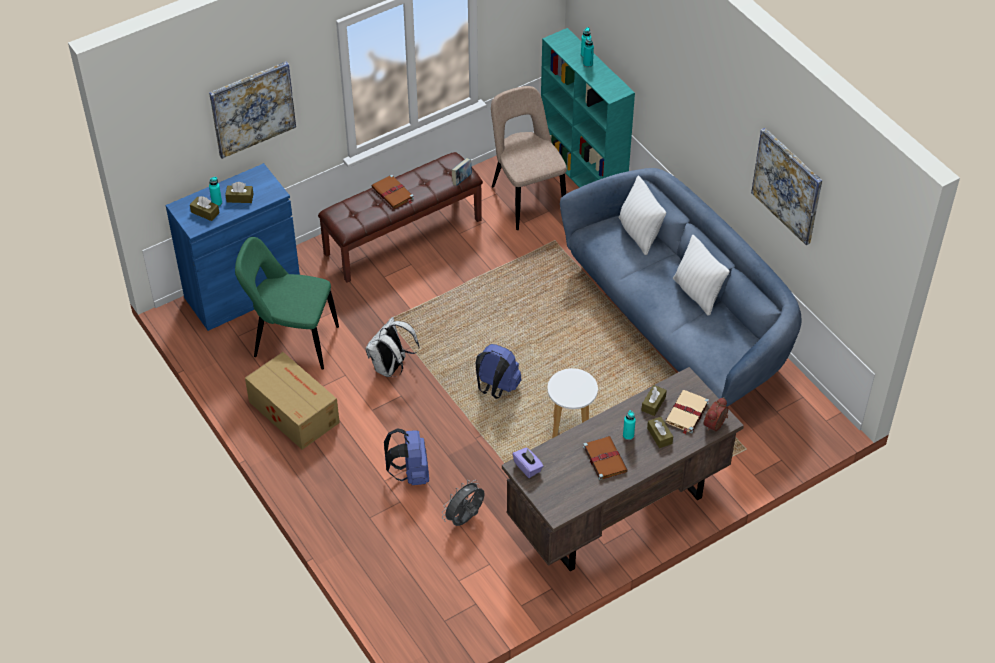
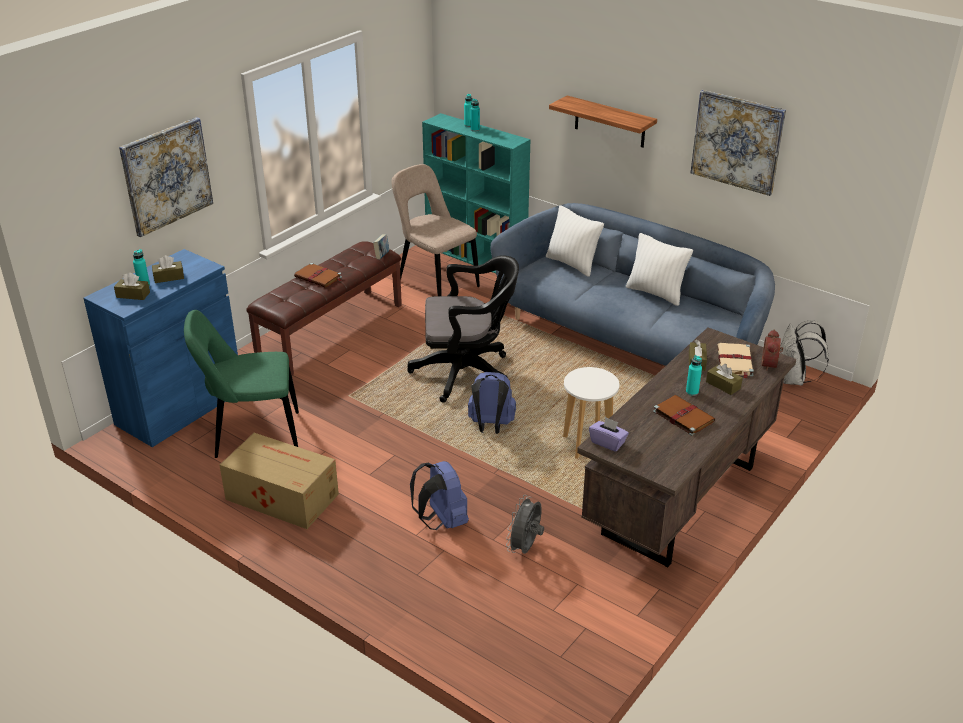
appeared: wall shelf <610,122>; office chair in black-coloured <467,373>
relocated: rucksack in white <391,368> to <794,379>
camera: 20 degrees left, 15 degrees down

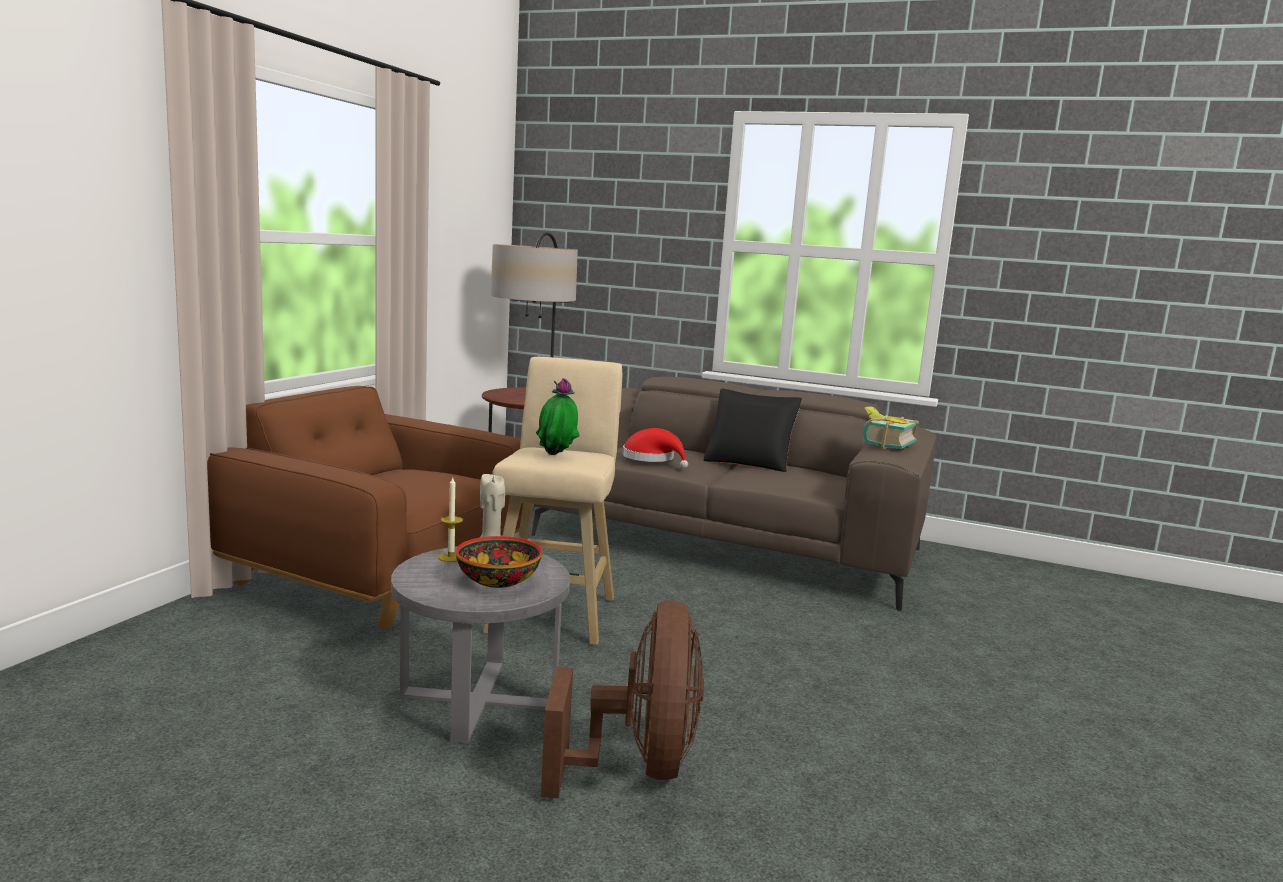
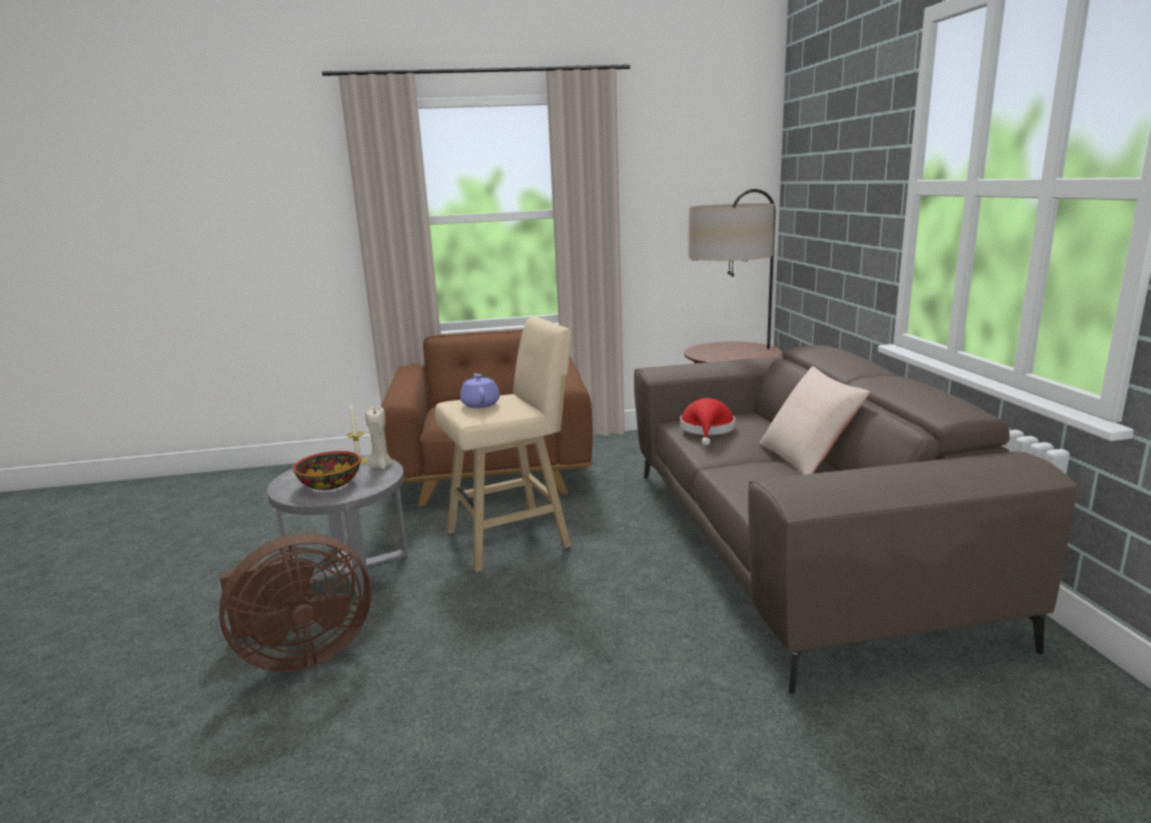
missing: book <883,444>
exchanged: houseplant <556,456> to tea pot in purple <480,404>
colour: cushion in black-coloured <749,462> to cushion in beige <808,458>
camera: 60 degrees right, 5 degrees up

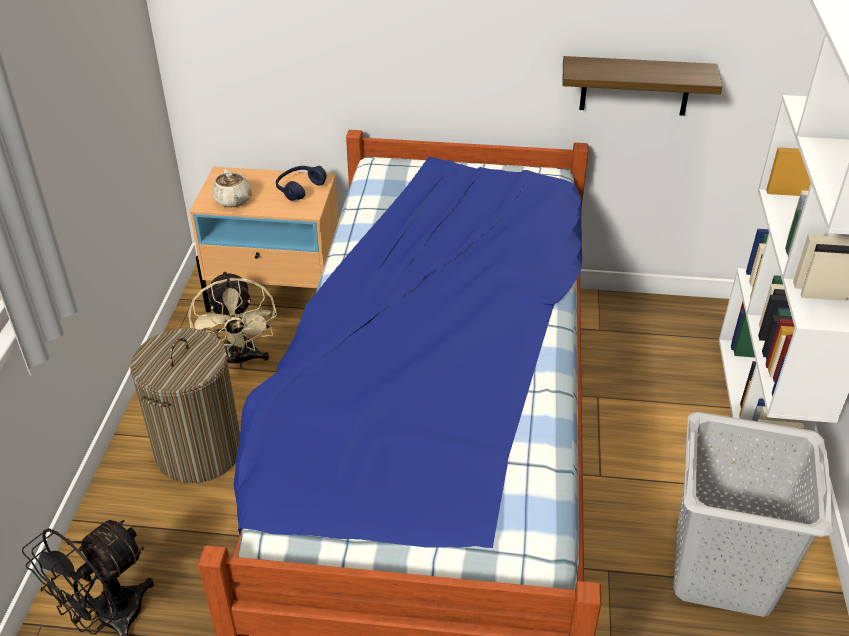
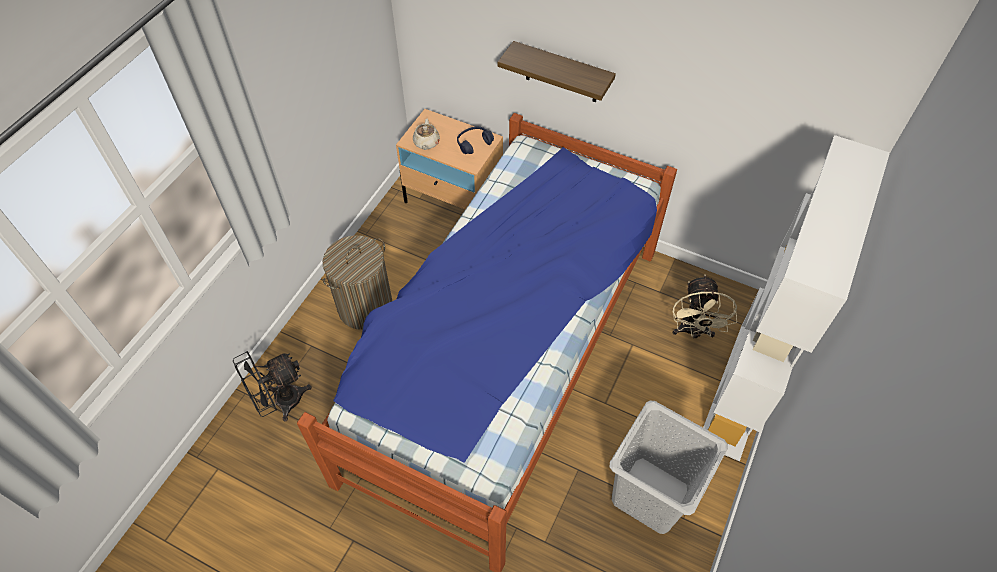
relocated: wall shelf <635,86> to <562,73>; electric fan in beige <240,360> to <693,331>
camera: 20 degrees right, 15 degrees up

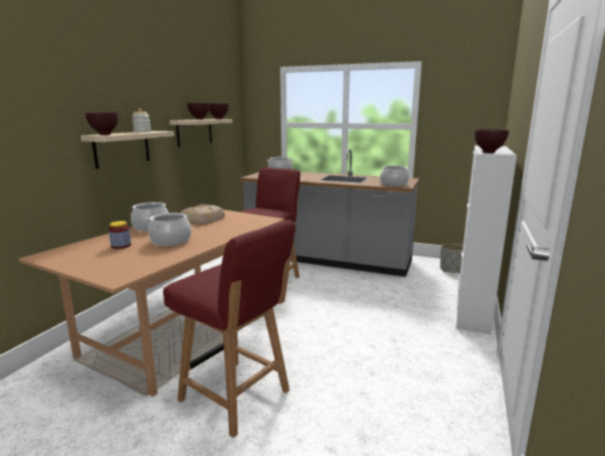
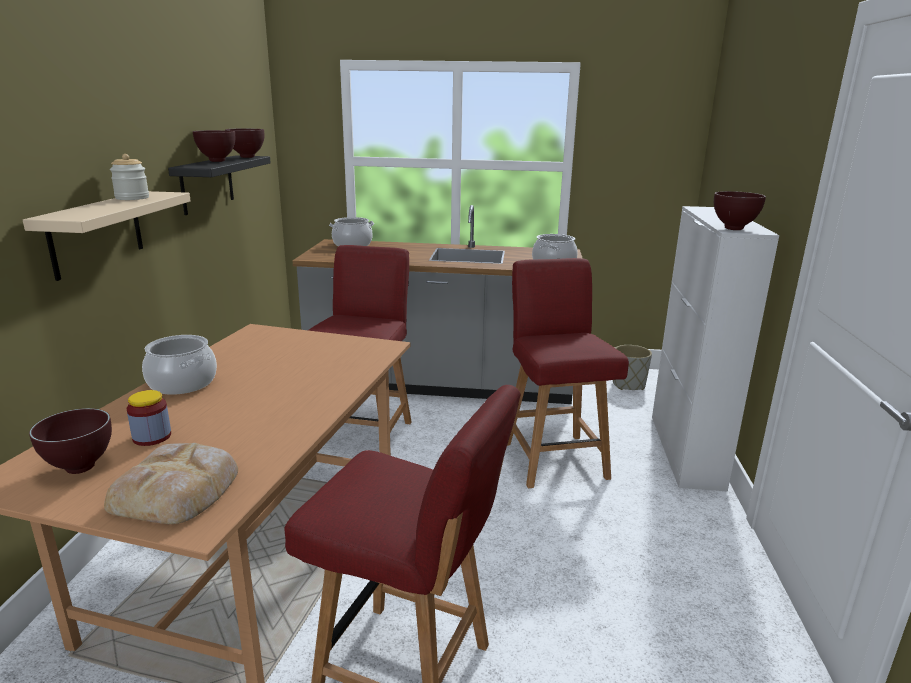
missing: stockpot <171,241>
appeared: upright chair in reddish <554,458>
relocated: deep dish in brown <105,134> to <82,468>; bakery bread <203,219> to <178,490>
colour: wall shelf in beige <194,132> to wall shelf in black-coloured <207,184>
camera: 15 degrees left, 5 degrees up

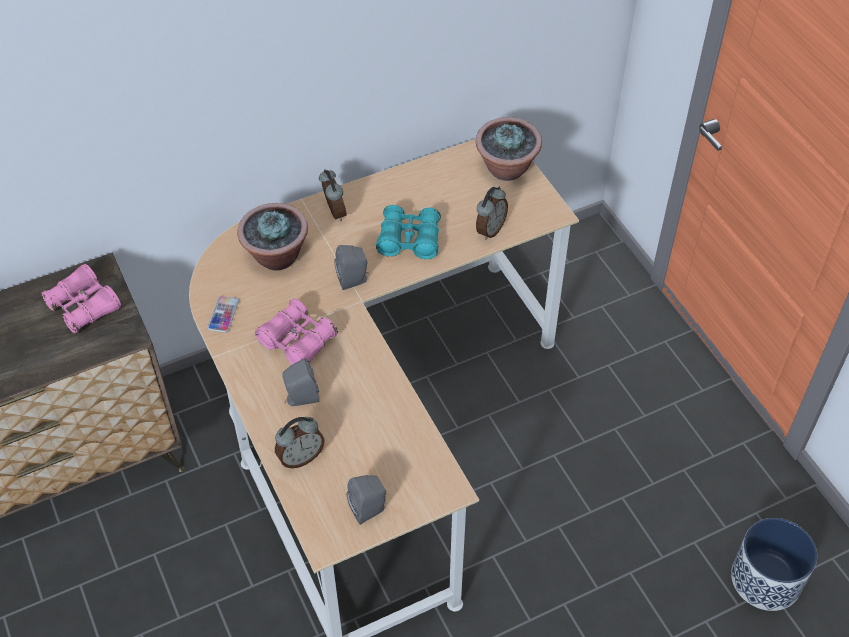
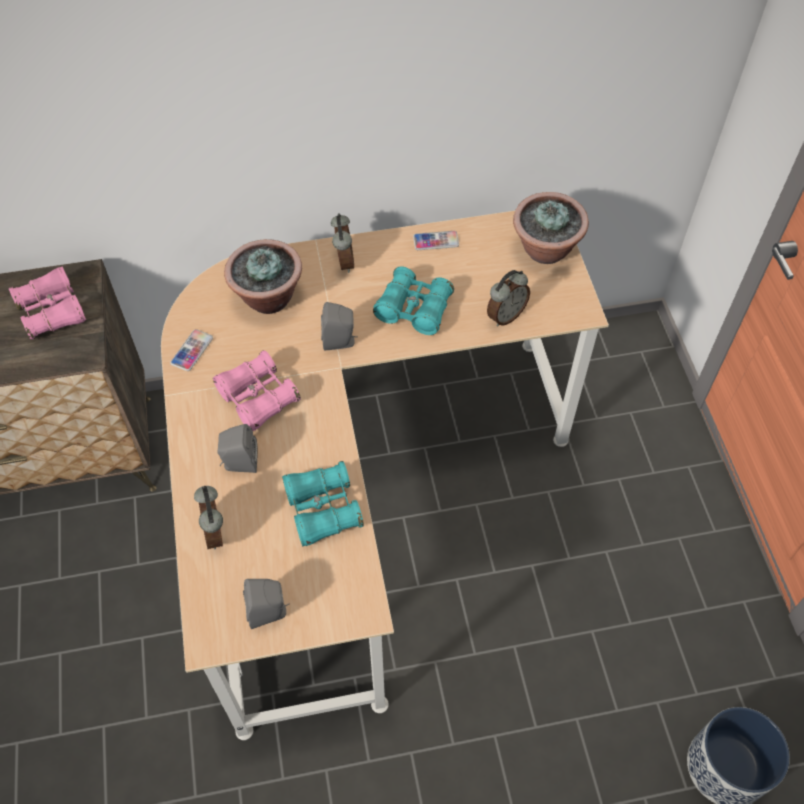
appeared: handset <436,241>; field glasses in turquoise-coloured <323,509>
spun: table clock <300,457> = <216,532> 90 degrees clockwise
camera: 15 degrees right, 5 degrees up

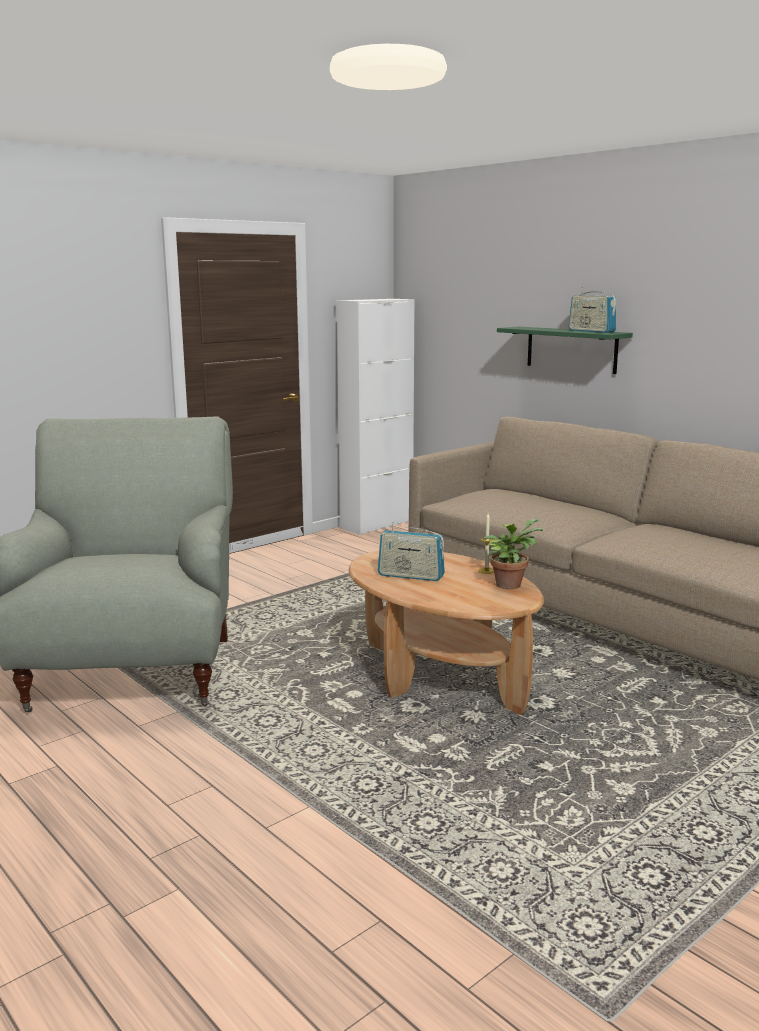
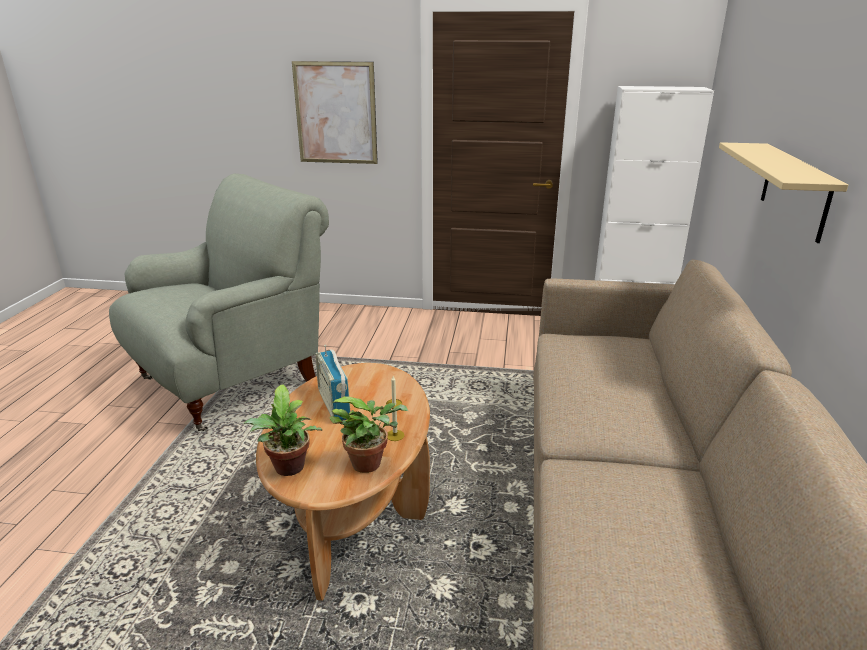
missing: radio receiver <591,331>
appeared: picture <335,113>; houseplant <289,470>
colour: wall shelf in green <571,349> to wall shelf in beige <795,190>
camera: 50 degrees right, 10 degrees up

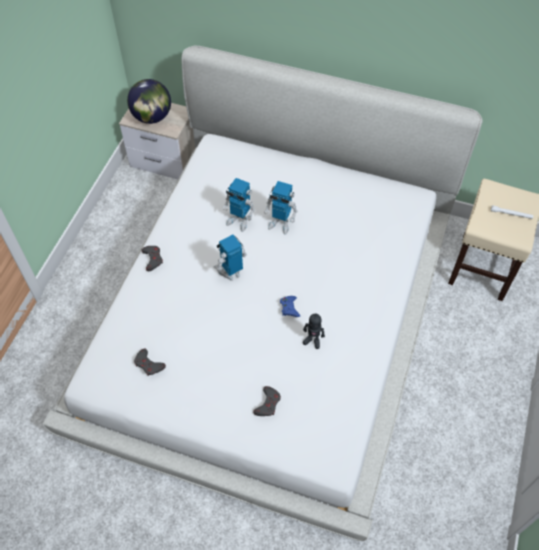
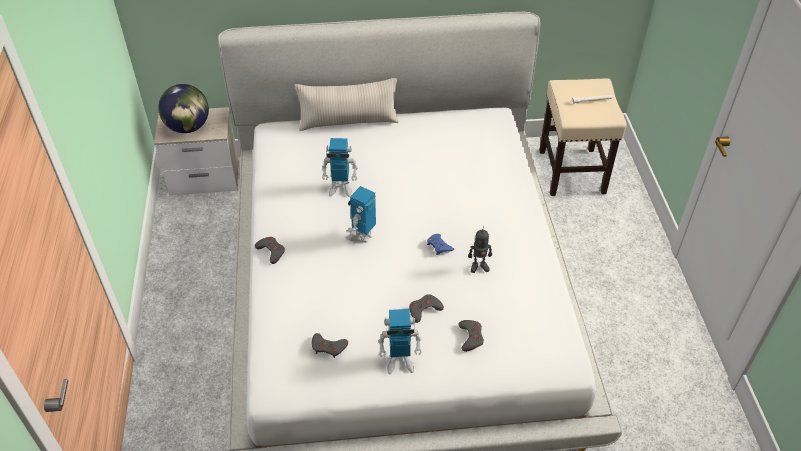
appeared: cushion in beige <348,122>; joypad in greyish <424,310>
relocated: model robot <280,223> to <400,361>
camera: 25 degrees left, 10 degrees down

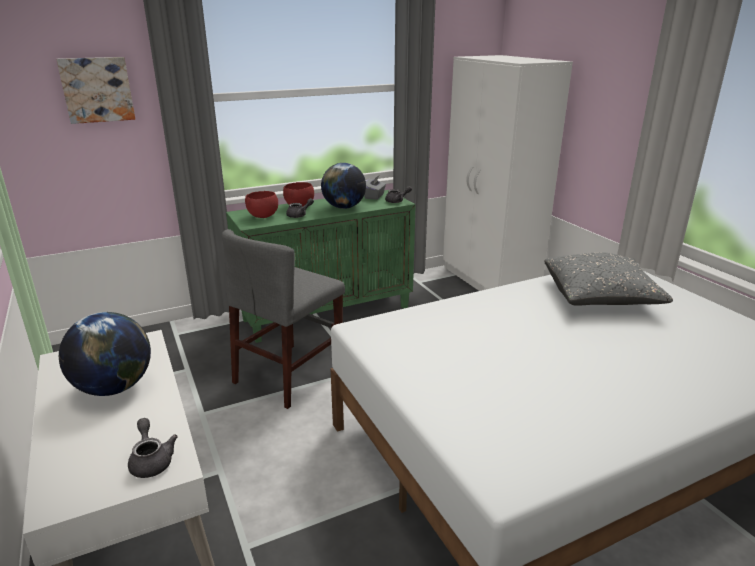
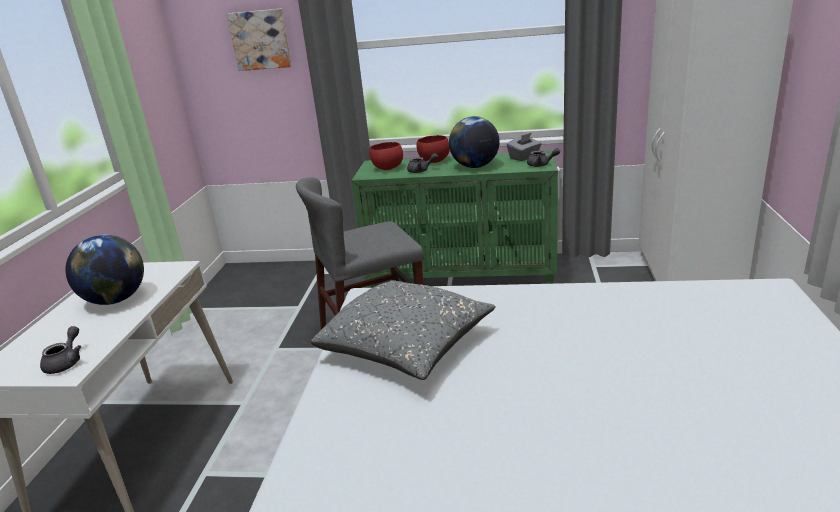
relocated: cushion in greyish <600,297> to <407,347>
camera: 35 degrees right, 0 degrees up

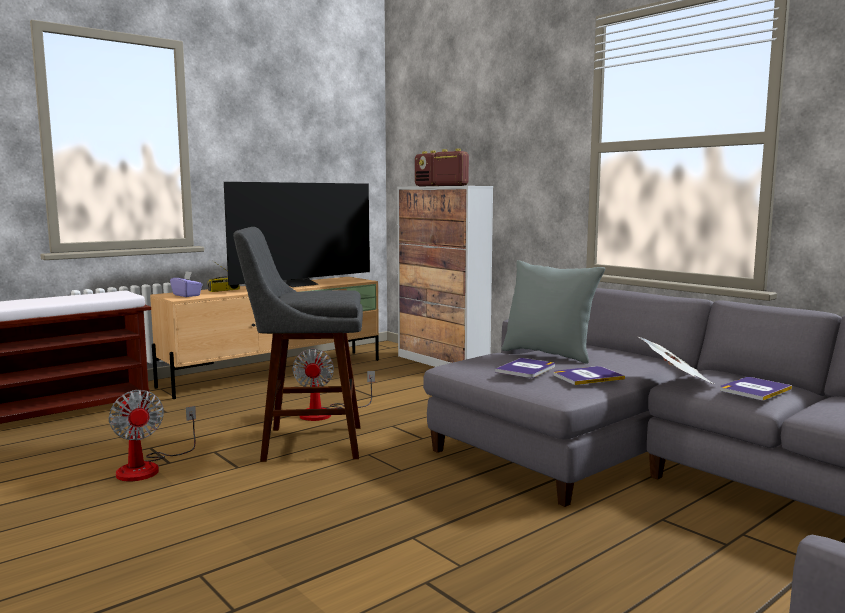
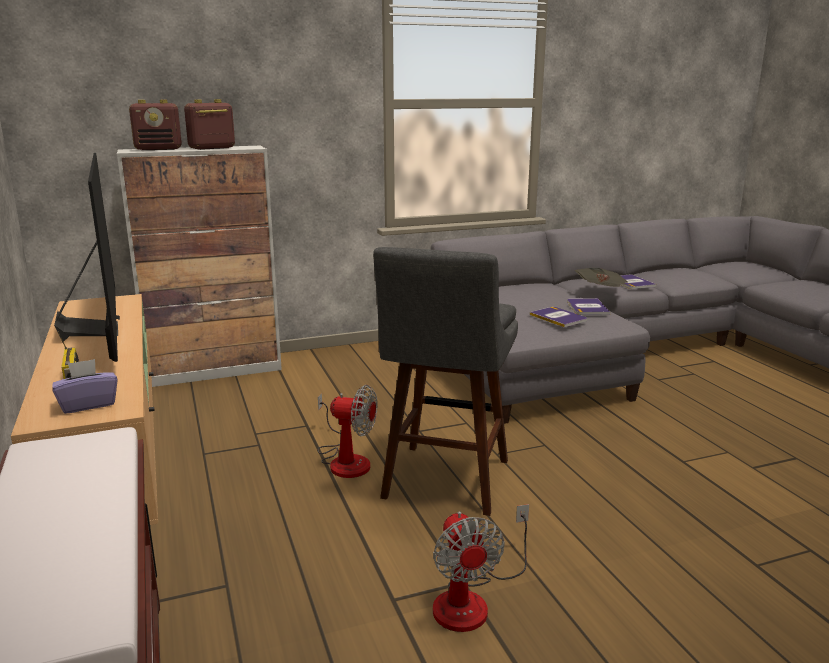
missing: cushion in greyish <549,354>
spun: electric fan <148,467> = <472,600> 90 degrees clockwise
camera: 70 degrees left, 10 degrees up

